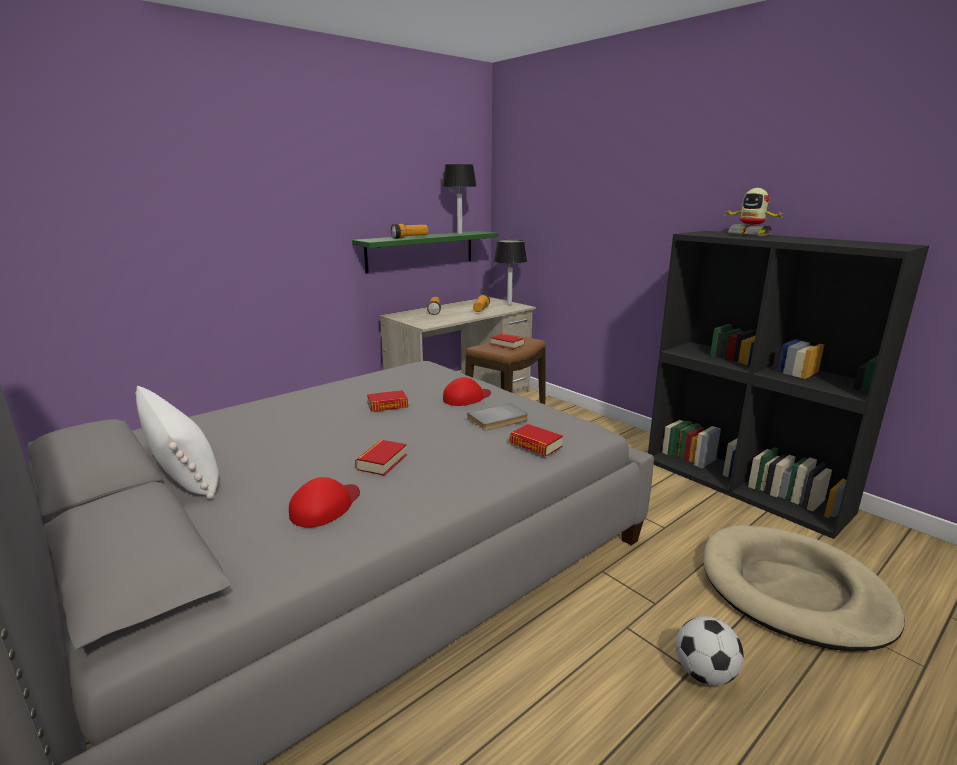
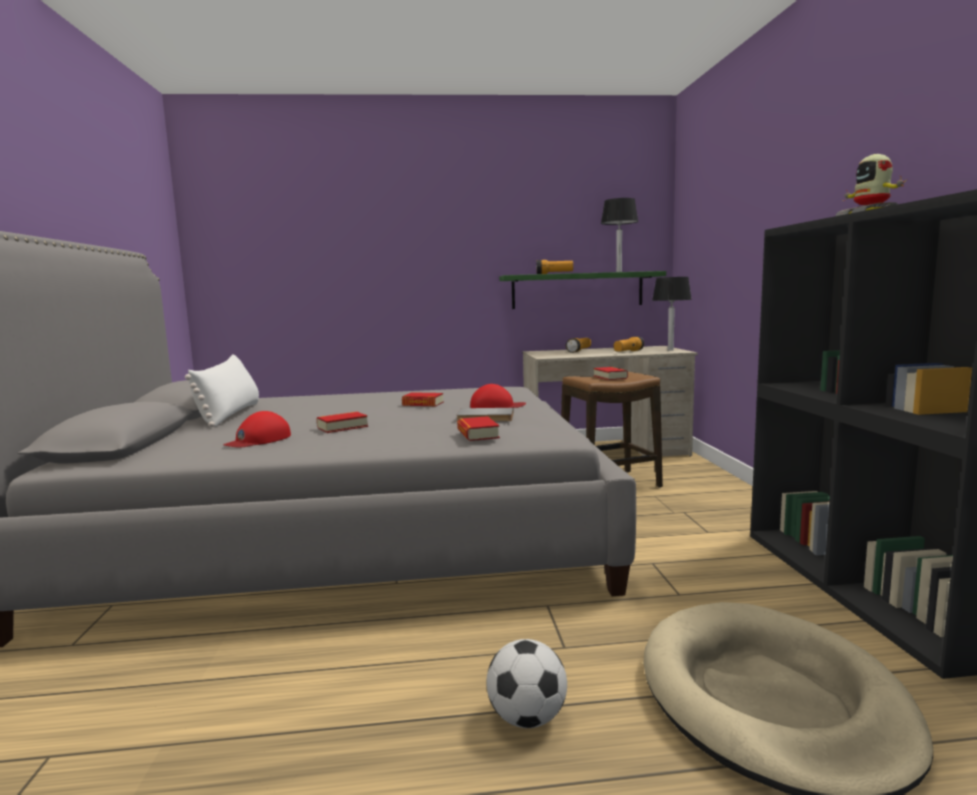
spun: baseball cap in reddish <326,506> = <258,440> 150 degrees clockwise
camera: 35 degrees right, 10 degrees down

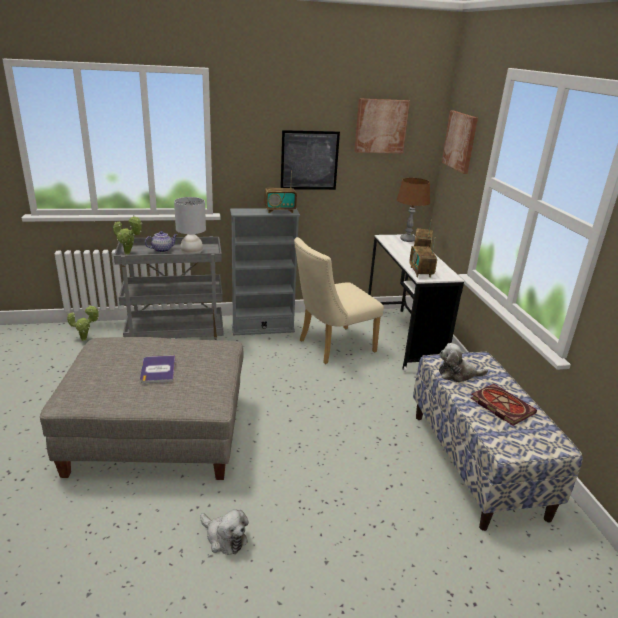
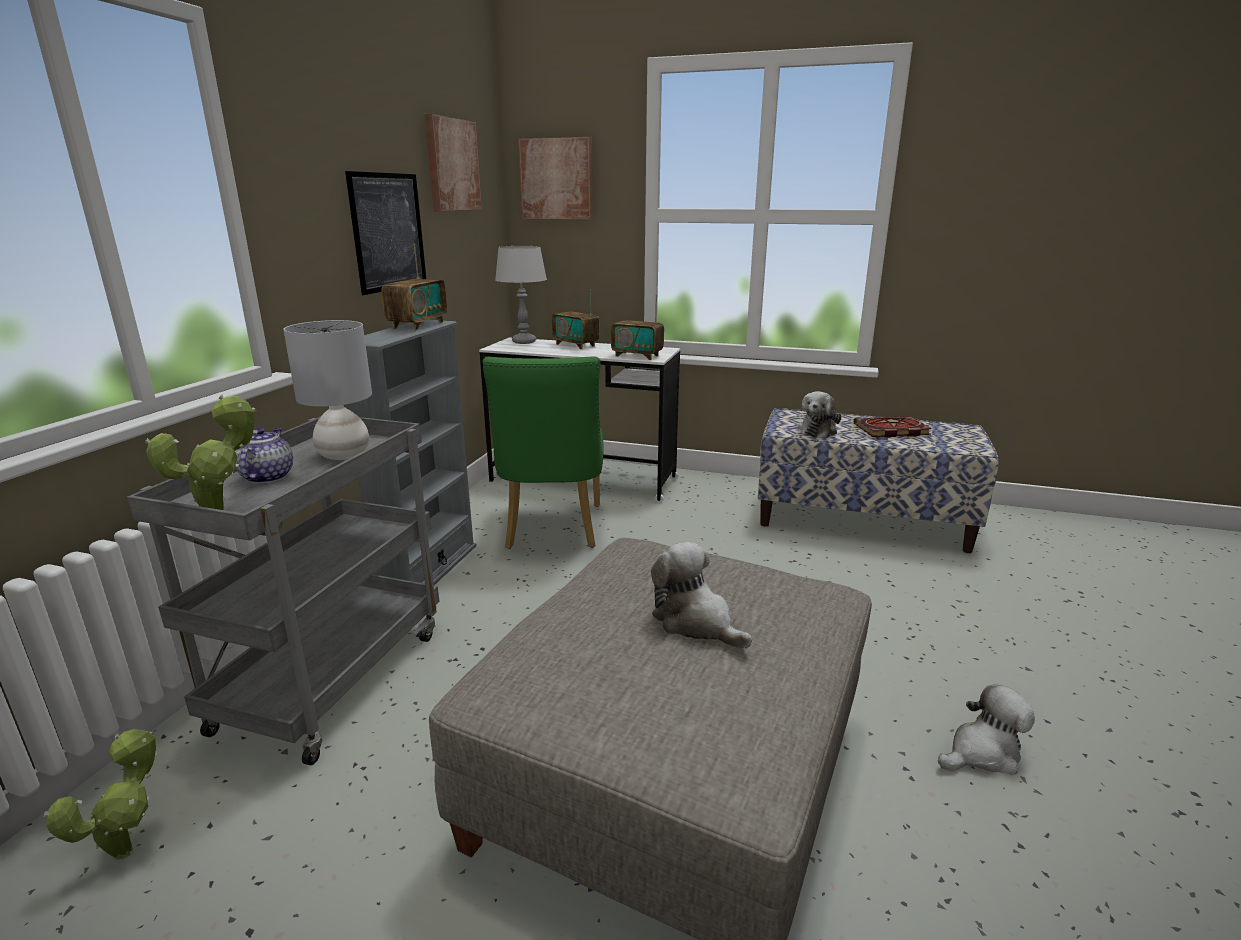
exchanged: book <158,370> to soft toy <696,622>
colour: tabletop lamp in brown <407,239> to tabletop lamp in greyish <524,342>; upright chair in beige <331,347> to upright chair in green <552,530>
camera: 60 degrees left, 5 degrees down

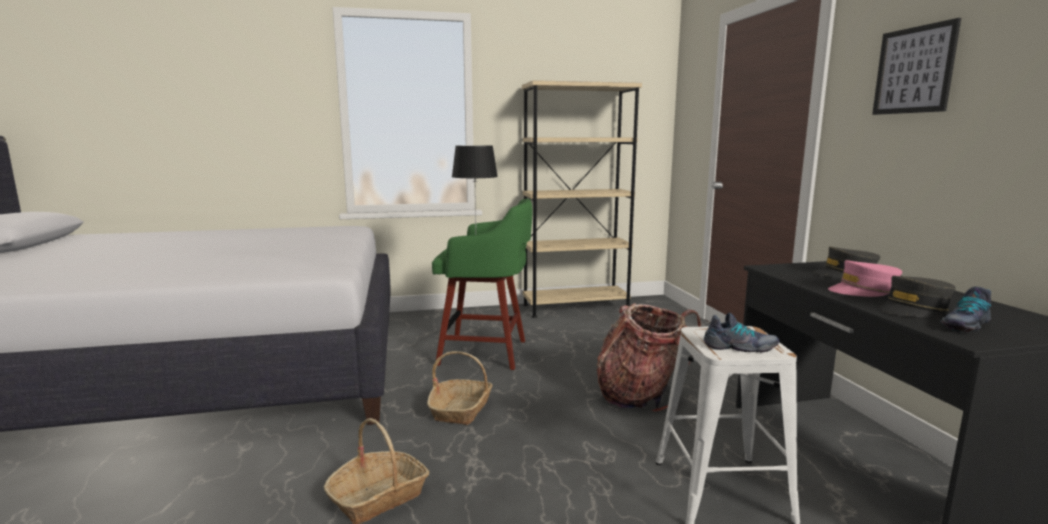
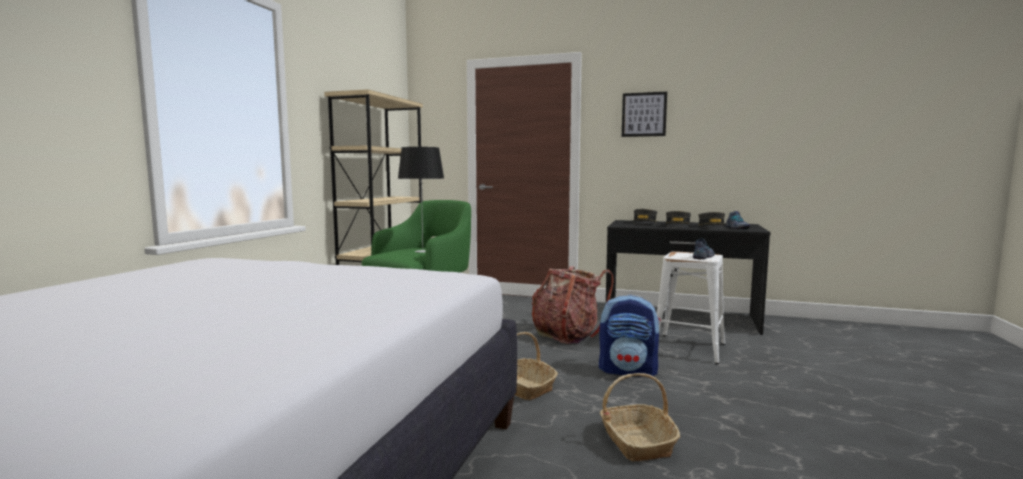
appeared: rucksack <628,371>
colour: baseball cap in pink-coloured <863,291> to baseball cap in greyish <677,226>
camera: 60 degrees left, 5 degrees down

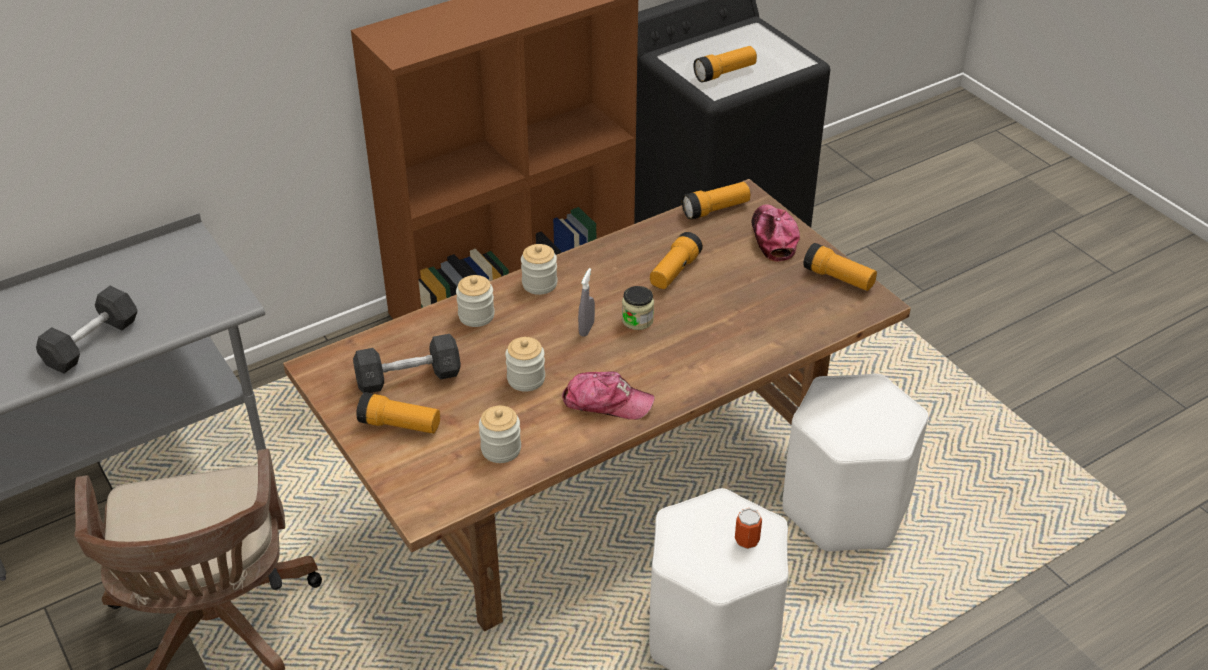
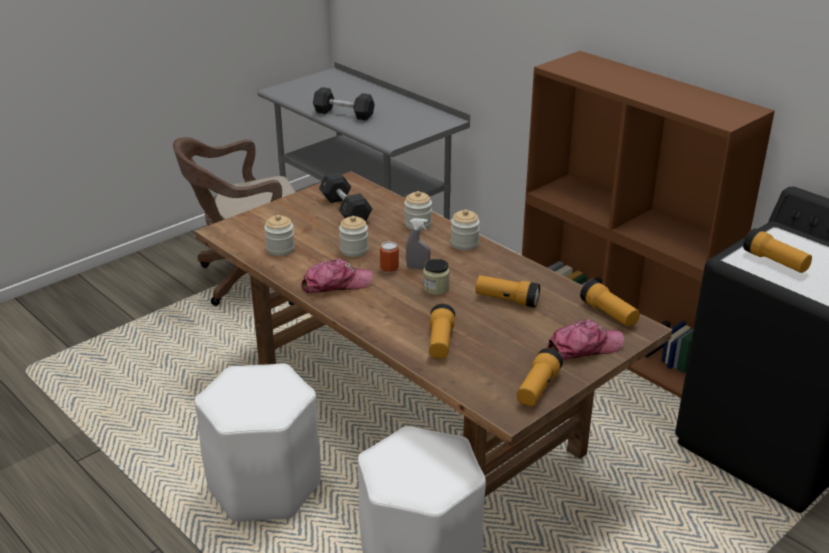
relocated: torch <400,425> to <440,342>; sealed can <747,540> to <389,269>
spun: baseball cap <607,402> = <336,284> 105 degrees counterclockwise
camera: 80 degrees right, 10 degrees down

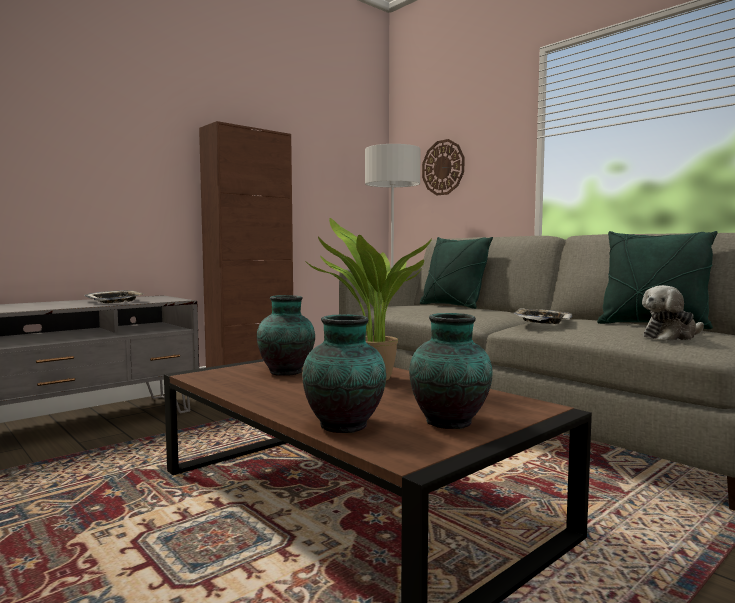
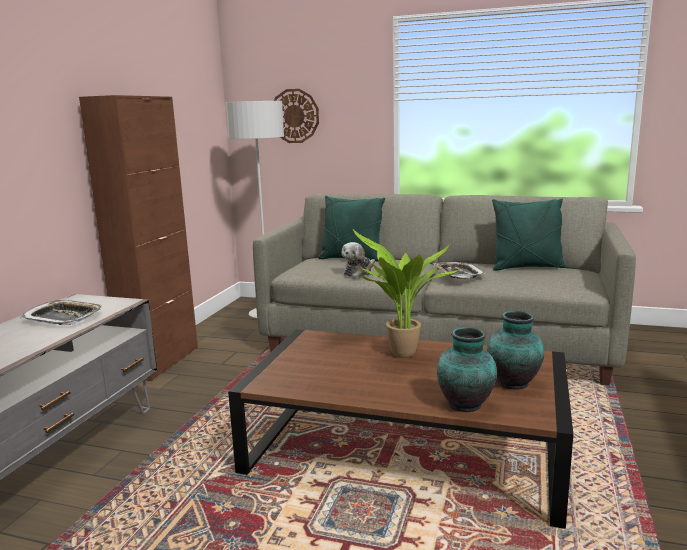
missing: vase <287,372>
relocated: soft toy <671,336> to <358,272>
camera: 30 degrees left, 10 degrees up

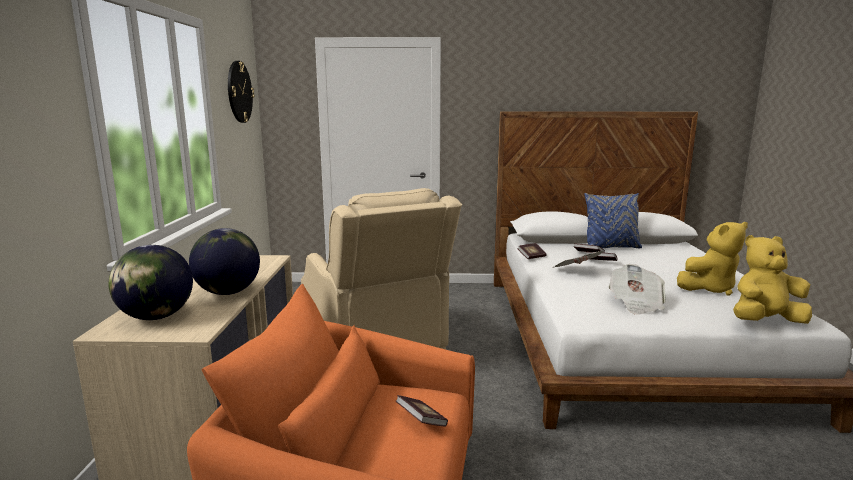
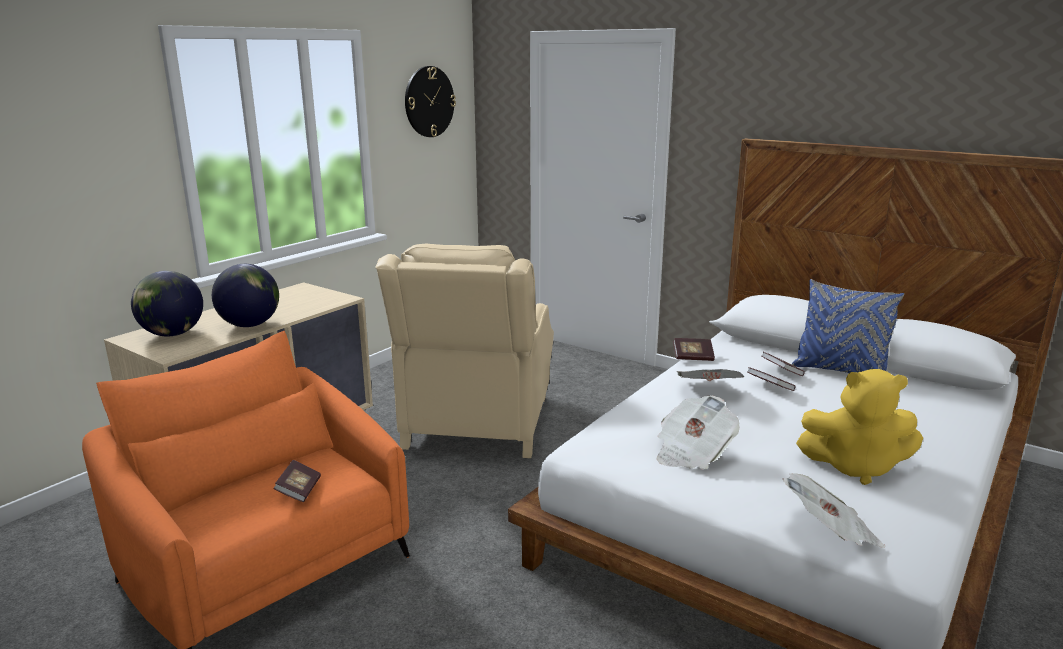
exchanged: soft toy in yellow-coloured <765,321> to newspaper <830,533>
camera: 35 degrees right, 5 degrees up

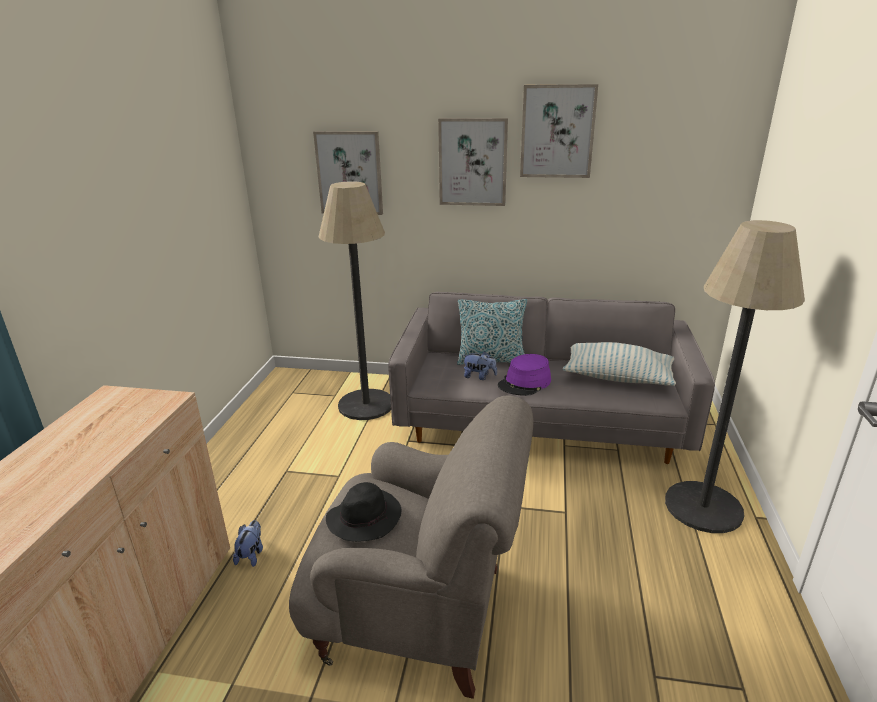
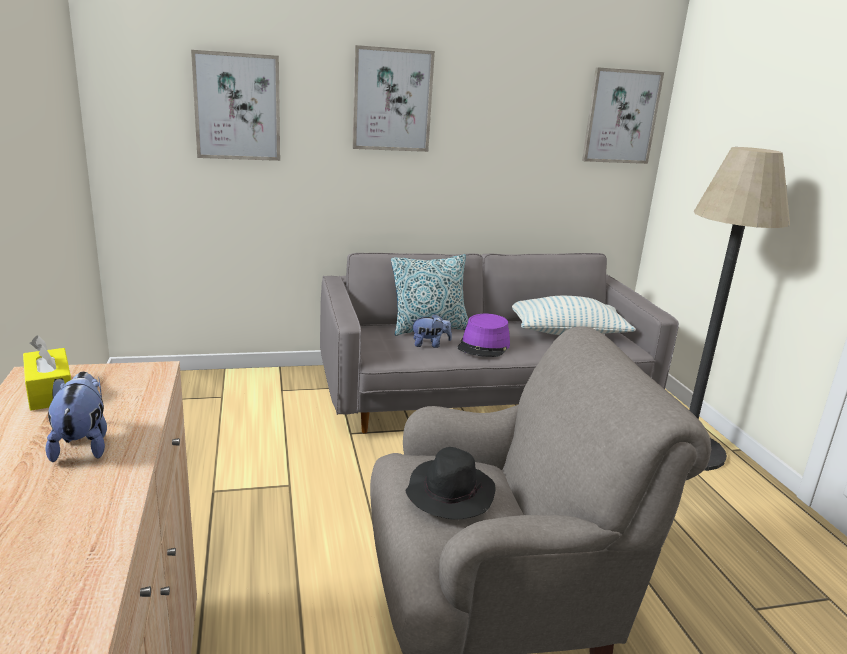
missing: standing lamp <366,405>
appeared: tissue box in yellow-coloured <50,391>
relocated: picture <557,131> to <621,116>; soft toy <251,555> to <83,444>
camera: 25 degrees left, 5 degrees down

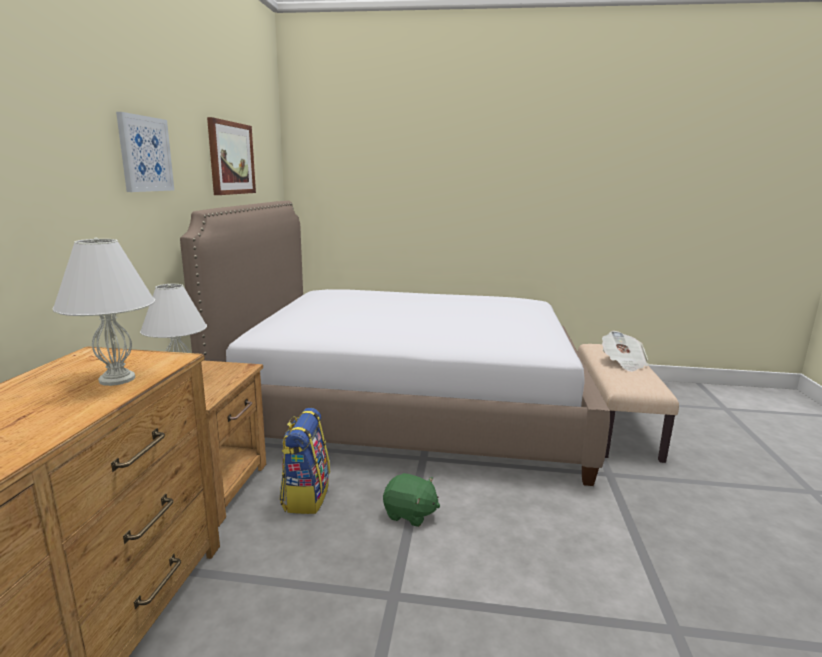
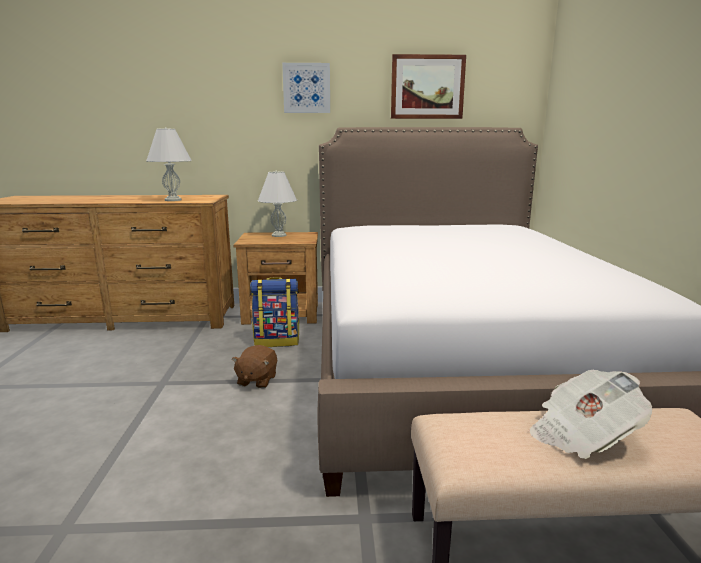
colour: soft toy in green <410,514> to soft toy in brown <256,380>
camera: 80 degrees right, 0 degrees up

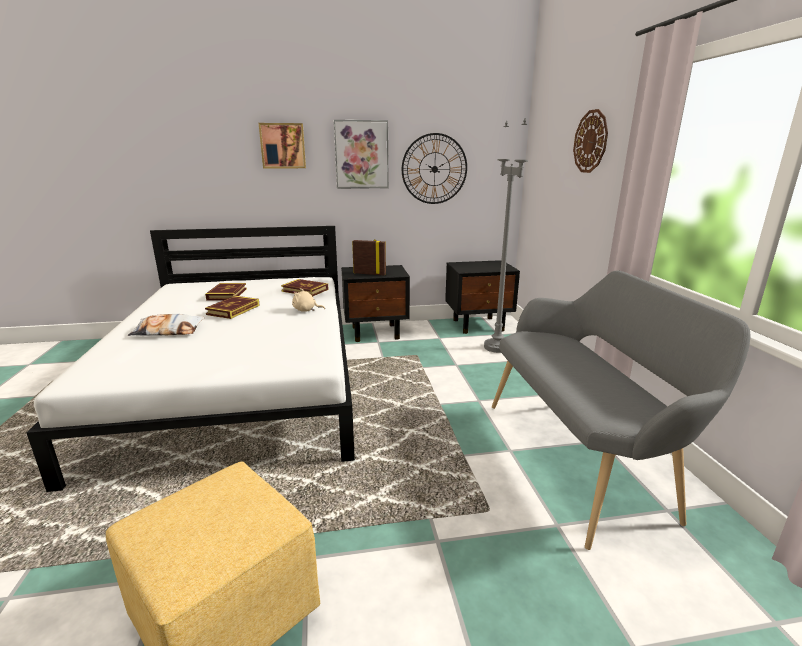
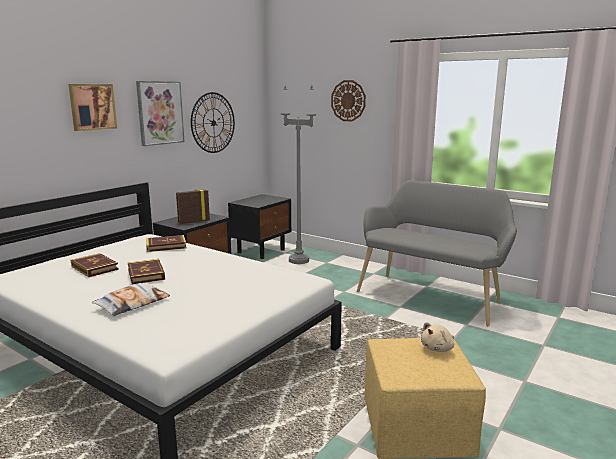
relocated: soft toy in beige <306,310> to <438,348>
camera: 45 degrees left, 5 degrees down

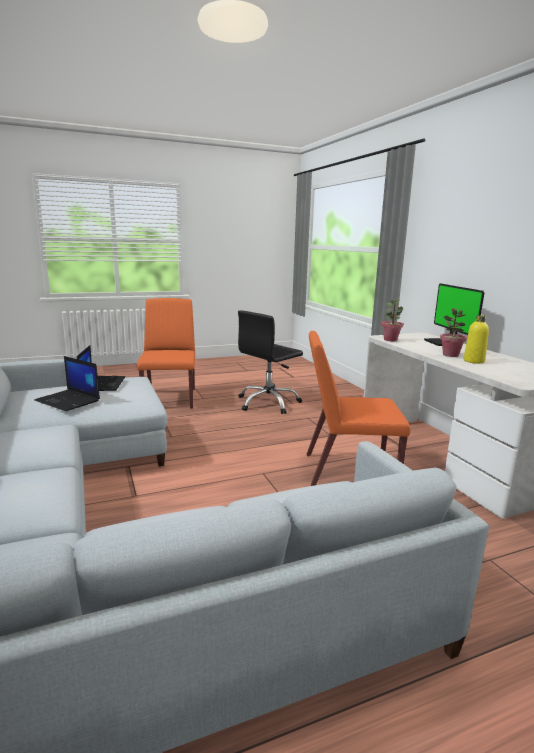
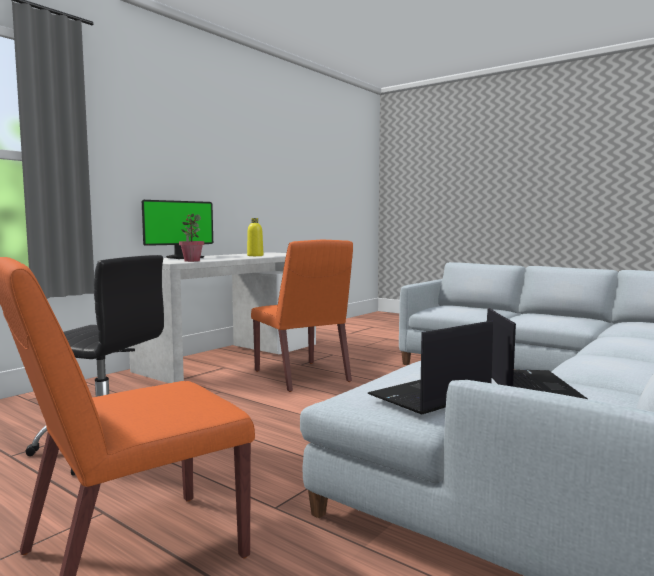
missing: houseplant <450,355>
camera: 120 degrees left, 10 degrees down

